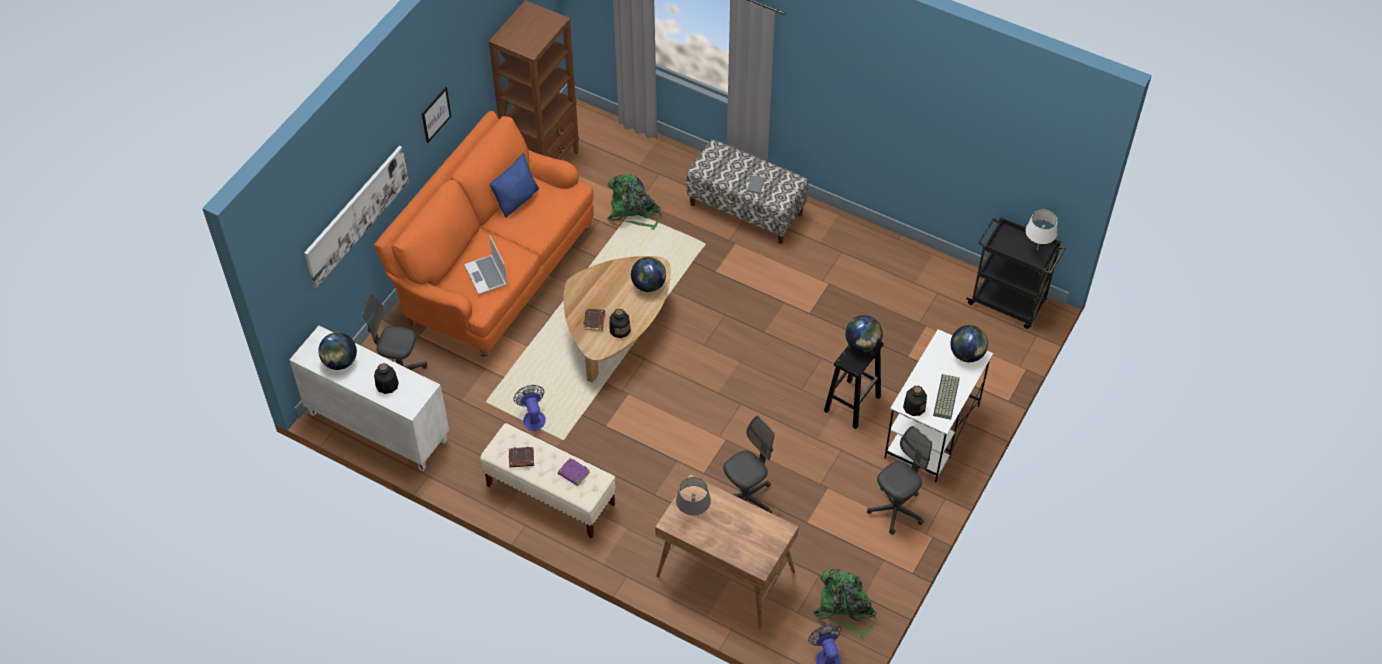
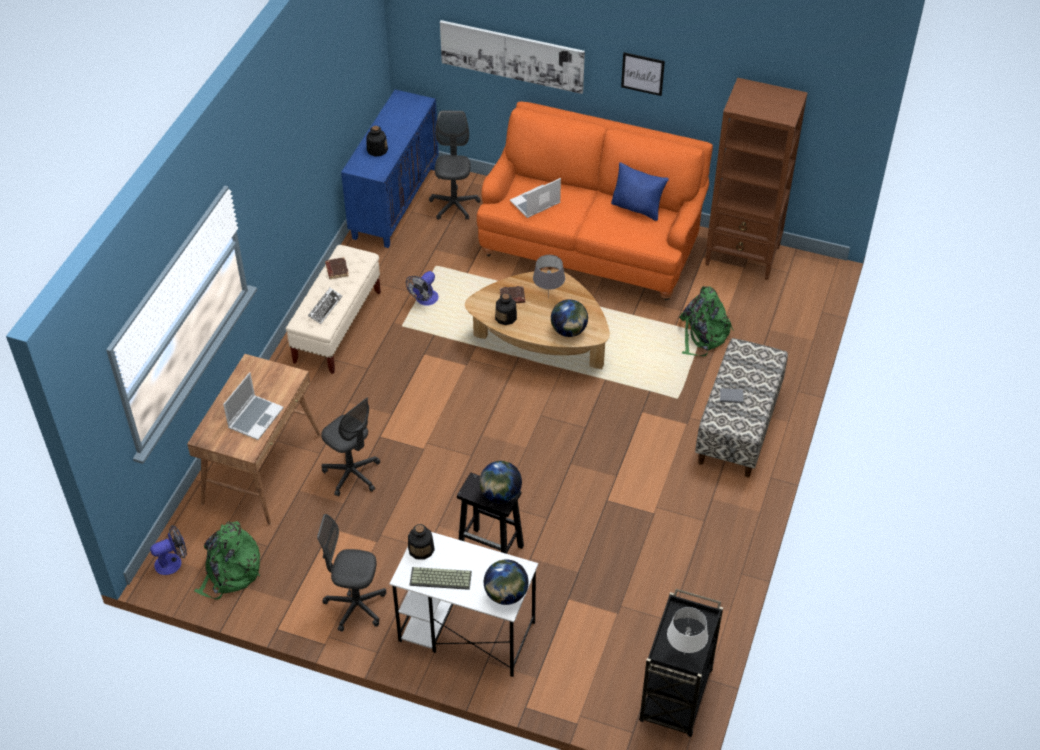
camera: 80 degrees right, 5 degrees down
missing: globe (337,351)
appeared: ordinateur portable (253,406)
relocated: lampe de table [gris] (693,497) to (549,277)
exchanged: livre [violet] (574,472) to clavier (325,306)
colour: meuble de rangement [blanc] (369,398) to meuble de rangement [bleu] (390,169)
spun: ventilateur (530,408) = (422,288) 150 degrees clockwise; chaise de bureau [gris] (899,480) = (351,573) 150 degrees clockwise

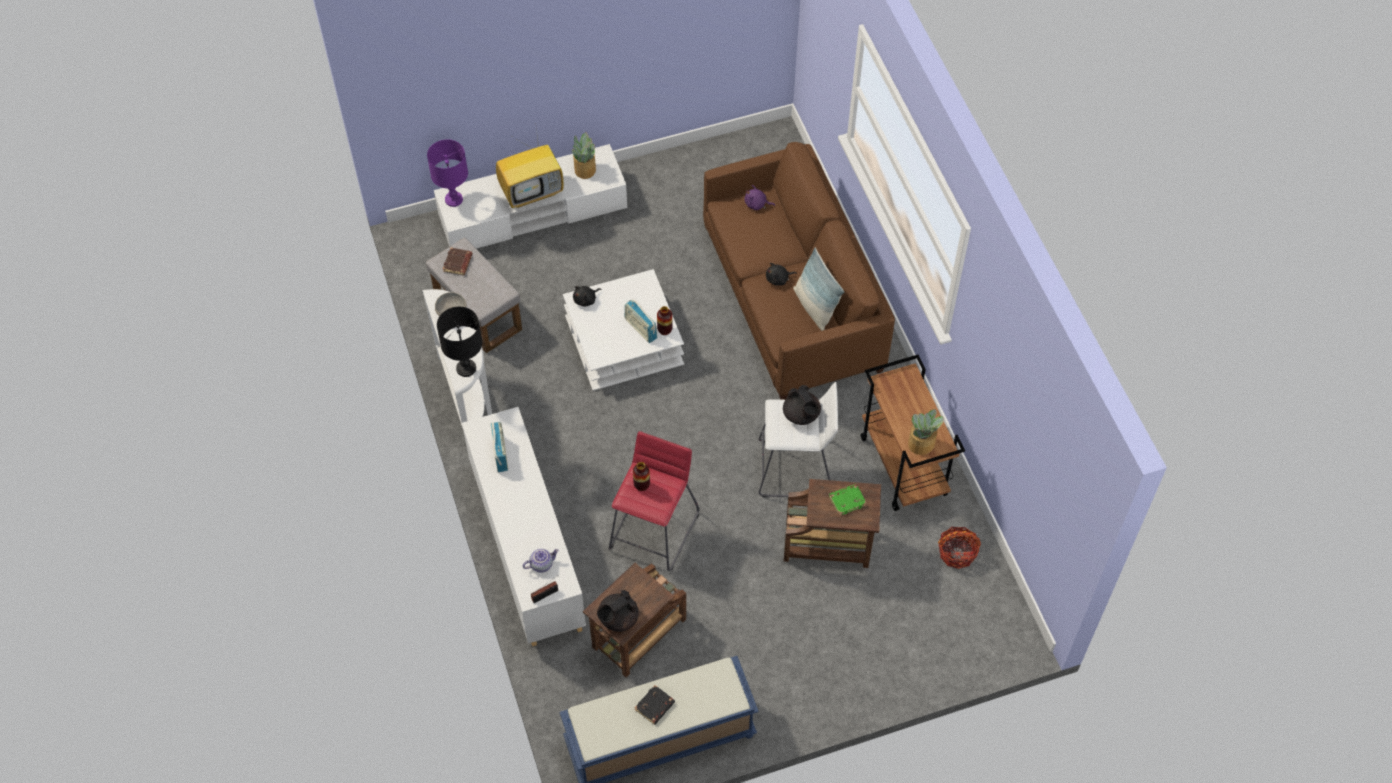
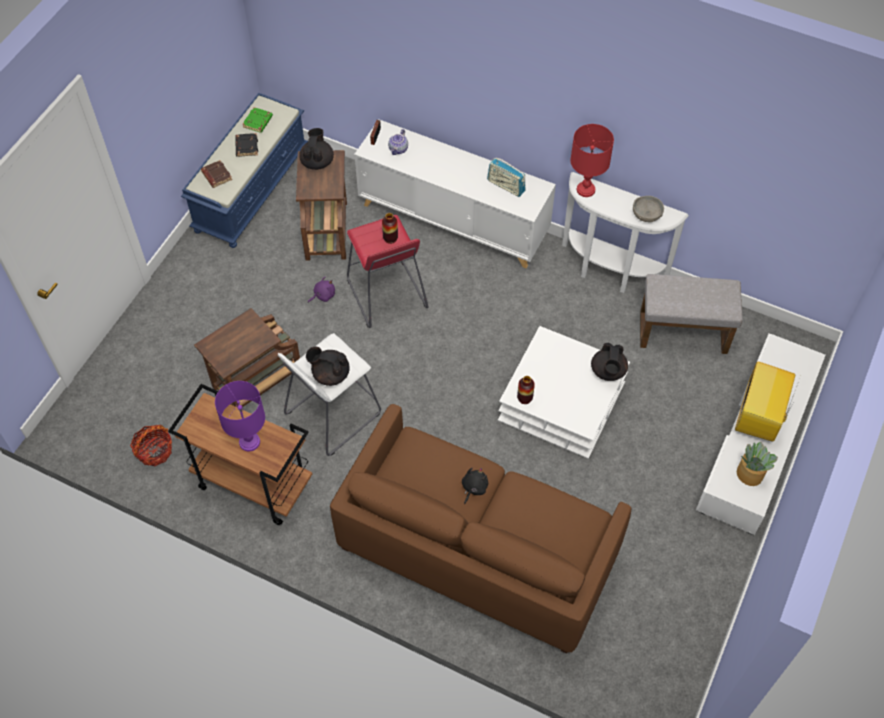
camera: 135 degrees right, 0 degrees up
missing: coussin (818,289); radio (641,321); plante en pot (926,432)
relocated: lampe de table [violet] (447,173) to (240,416); peluche [violet] (760,197) to (321,290); livre [marron] (458,261) to (216,174); livre [vert] (848,500) to (257,120)
exchanged: peluche [noir] (587,296) to théière [noir] (609,361)
colour: lampe de table [noir] (459,342) to lampe de table [rouge] (592,160)

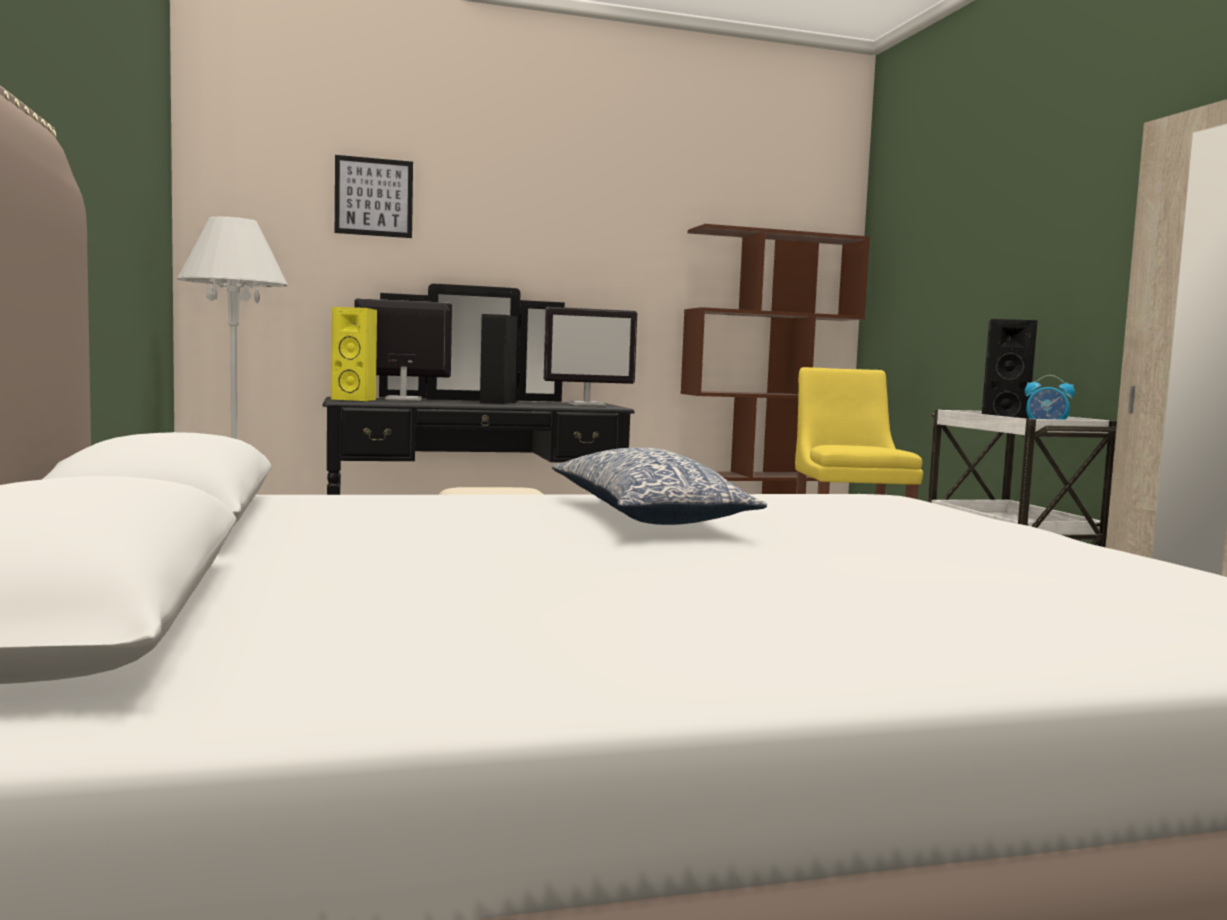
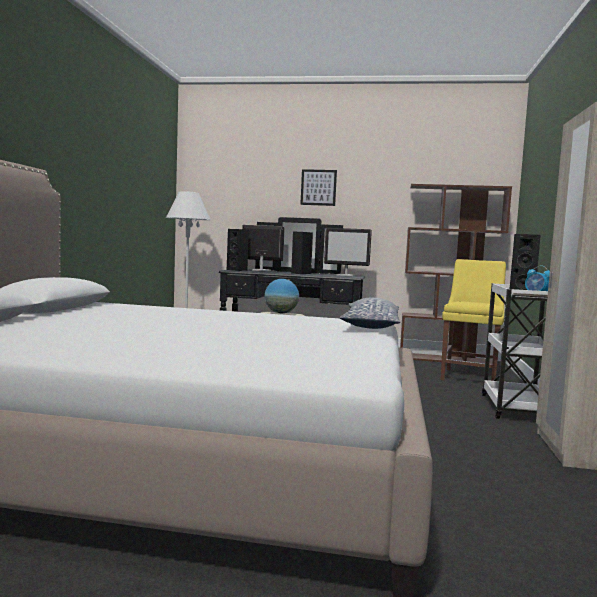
camera: 25 degrees right, 0 degrees up
appeared: globe (282,296)
relocated: tableau (374,196) to (318,187); coussin (659,486) to (369,313)
colour: enceinte [jaune] (354,354) to enceinte [noir] (238,250)

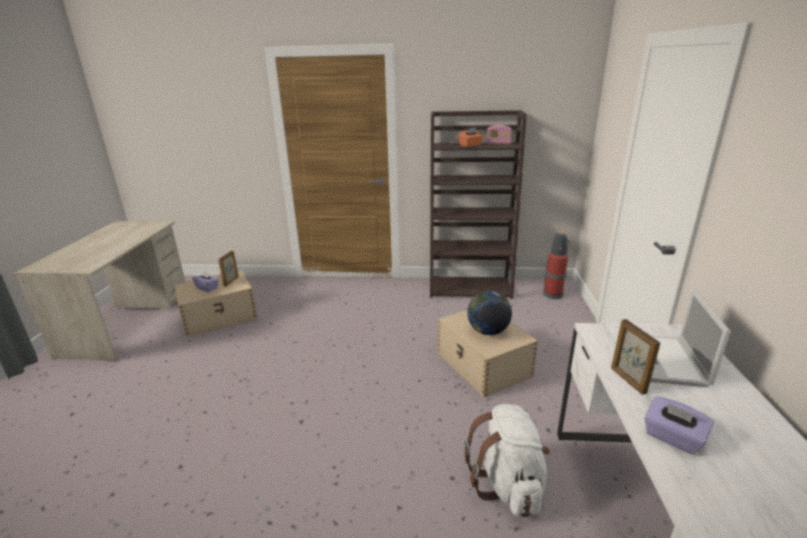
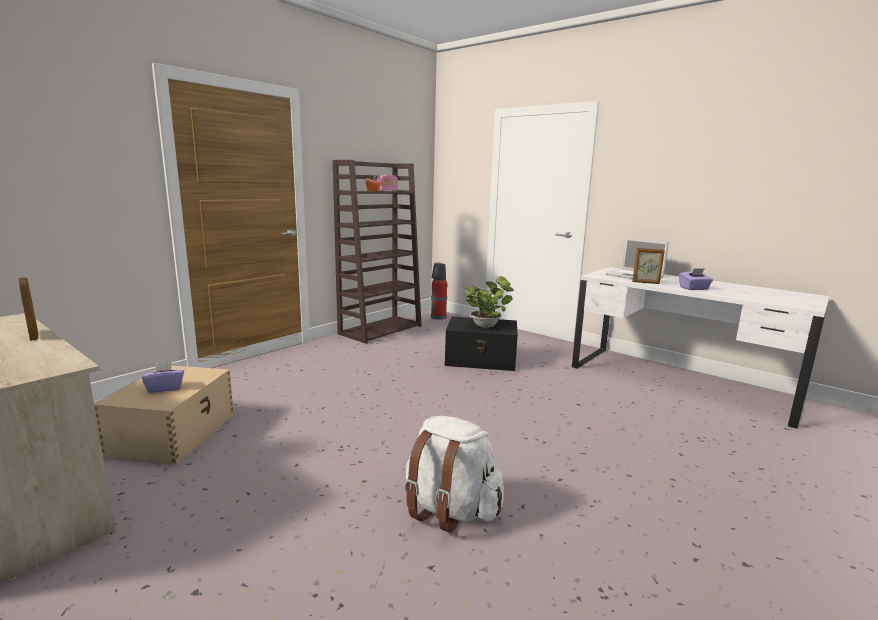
camera: 55 degrees left, 10 degrees down
relocated: cadre photo (228,268) to (29,309); sac à dos [blanc] (507,460) to (454,474)
exchanged: globe (489,313) to plante en pot (489,302)
colour: boîte de rangement [beige] (488,353) to boîte de rangement [noir] (481,343)

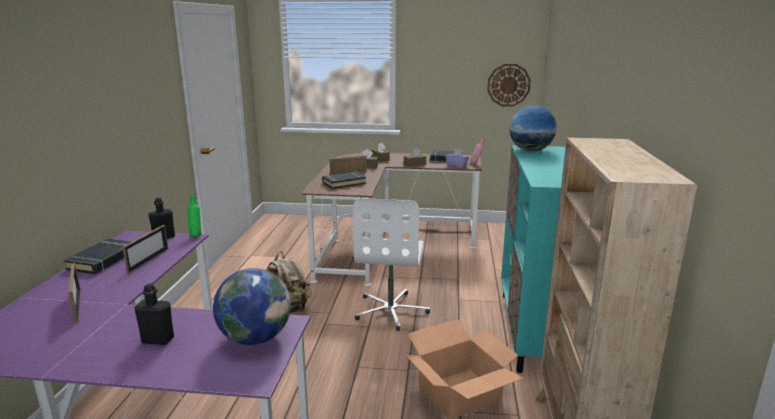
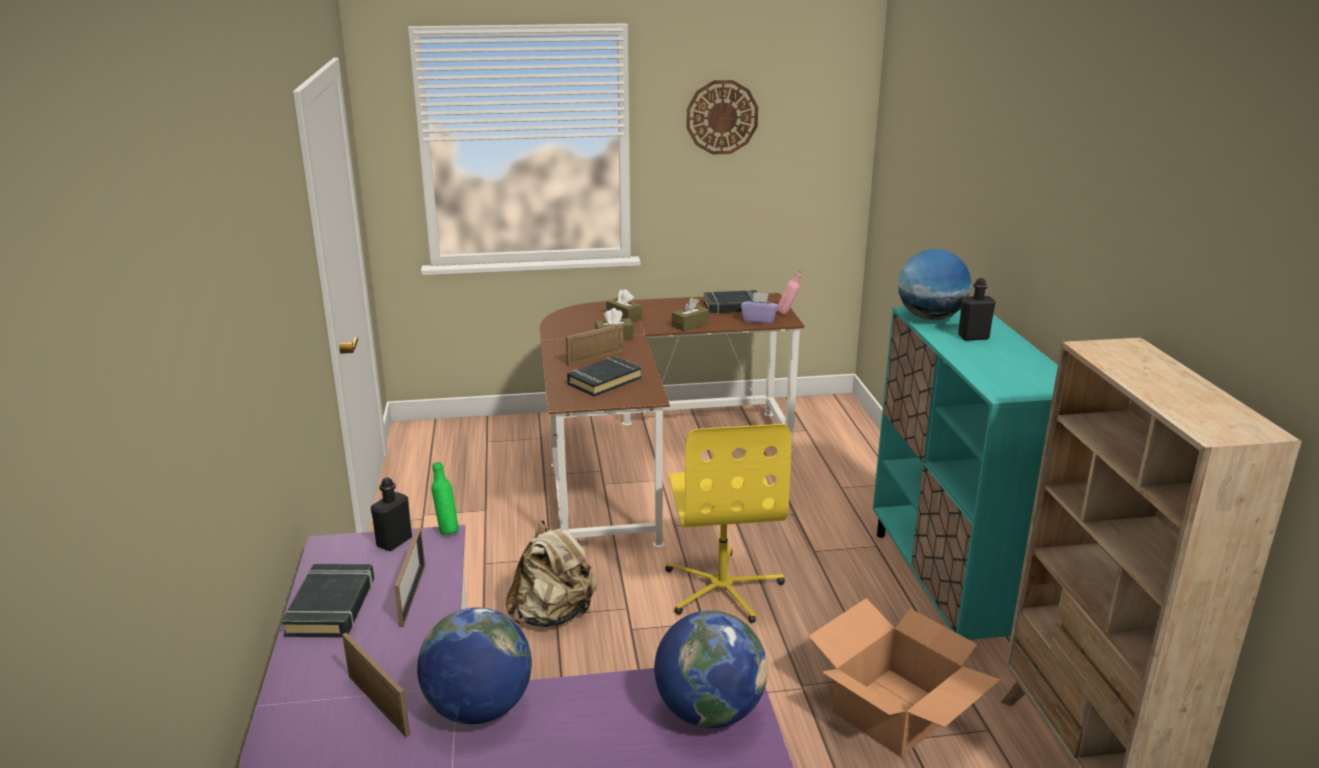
camera: 15 degrees left, 5 degrees up
appeared: globe (474,665)
relocated: horloge murale (509,85) to (722,117); bouteille [noir] (154,314) to (977,309)
colour: chaise de bureau [blanc] (391,264) to chaise de bureau [jaune] (728,523)

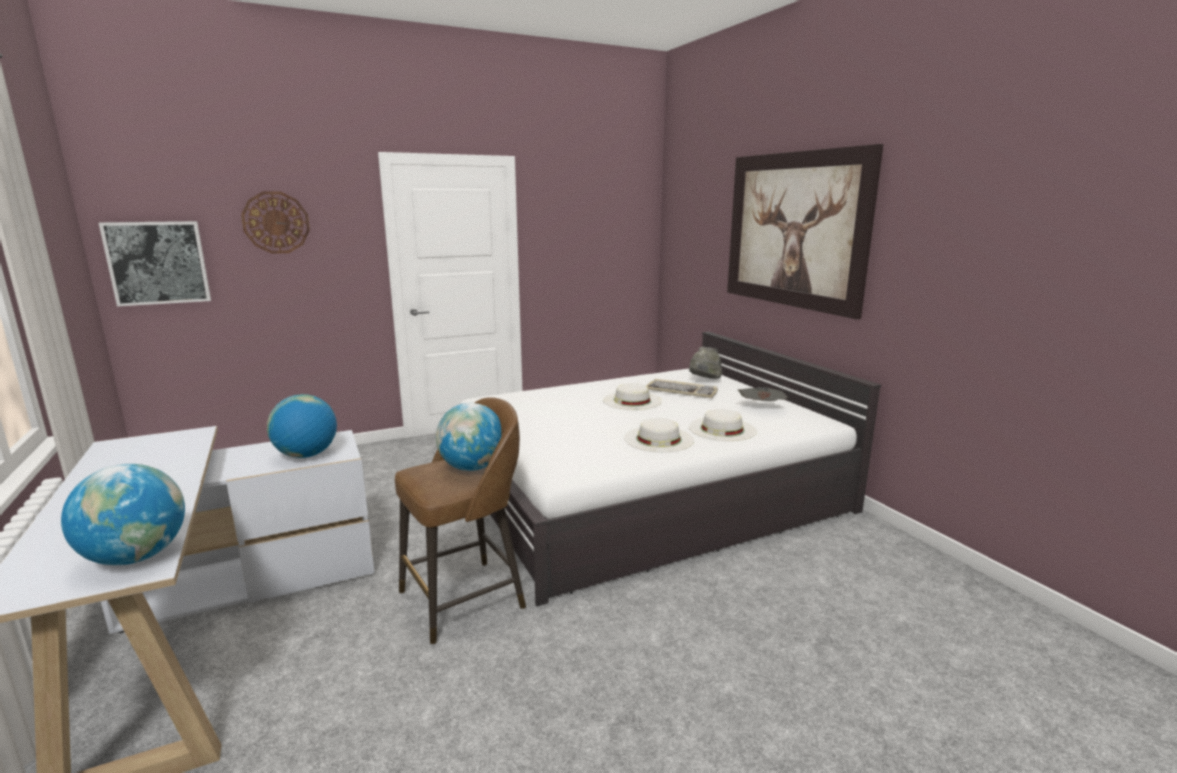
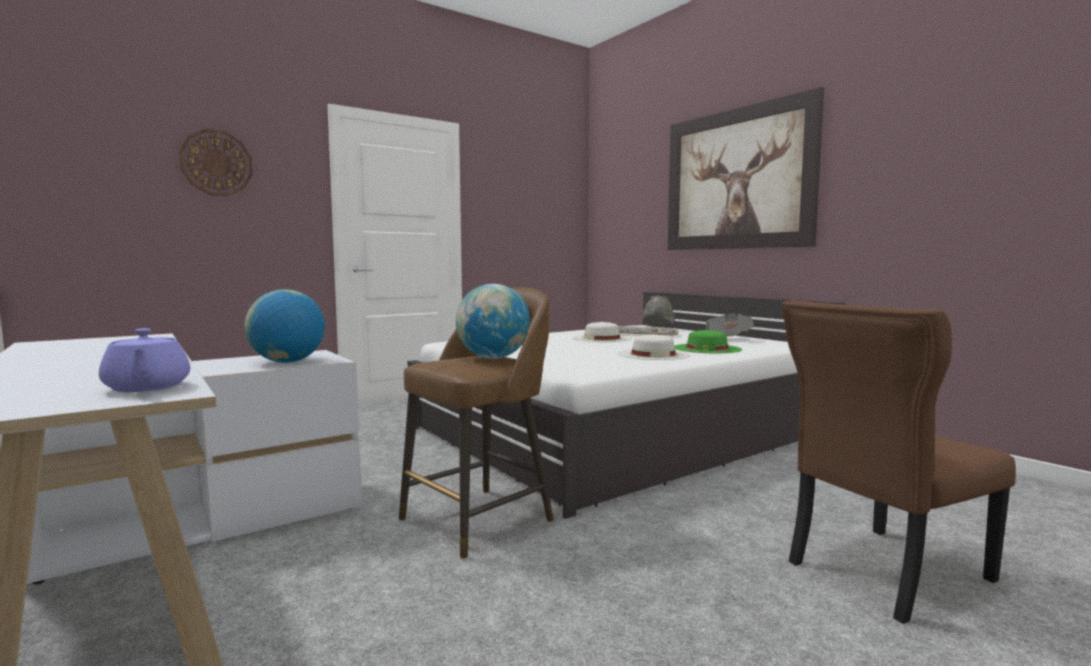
camera: 10 degrees left, 10 degrees down
missing: tableau (155,263)
appeared: chaise [marron] (899,462)
exchanged: globe (123,514) to théière [violet] (144,360)
colour: chapeau [blanc] (723,425) to chapeau [vert] (708,341)

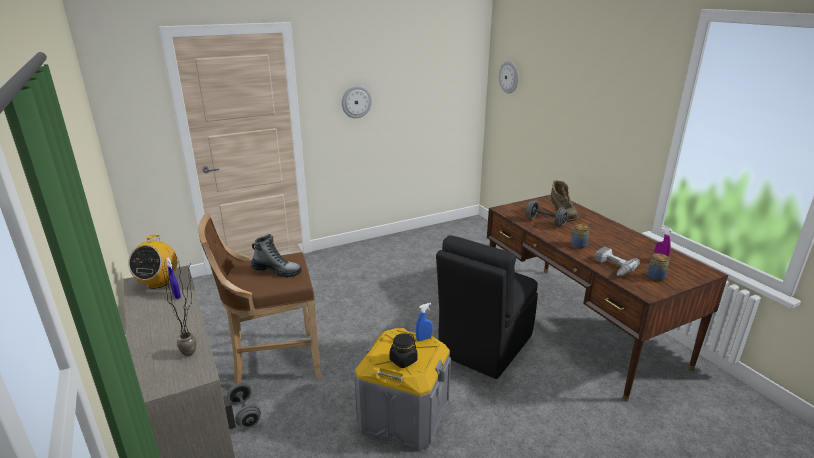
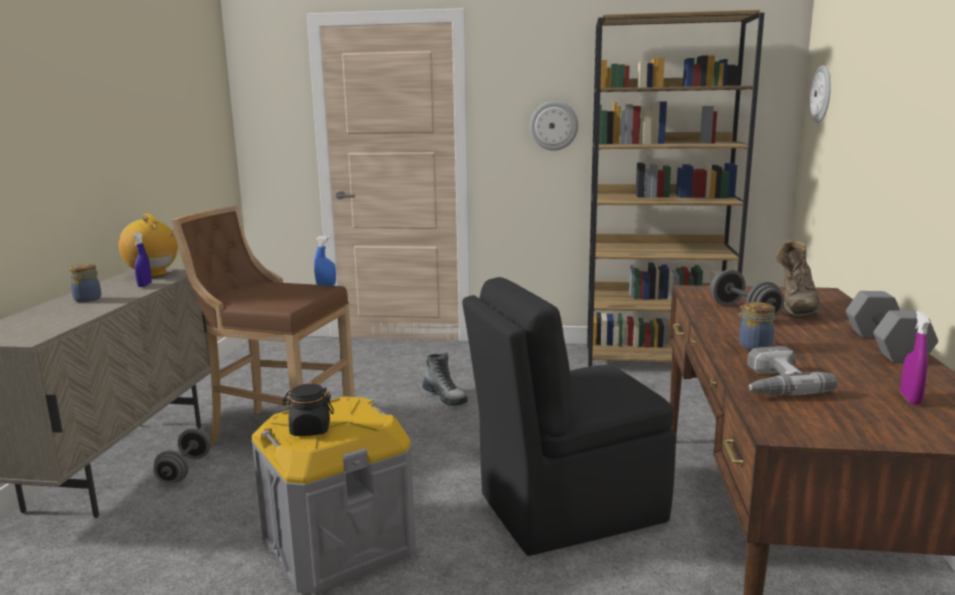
camera: 35 degrees right, 10 degrees down
missing: plante en pot (179,304)
appeared: bibliothèque [marron] (675,188); haltère [gris] (892,327)
relocated: botte (276,256) to (445,379); bocal (658,267) to (85,283); vaporisateur [bleu] (424,322) to (325,261)
spun: radio (152,262) = (148,245) 90 degrees clockwise

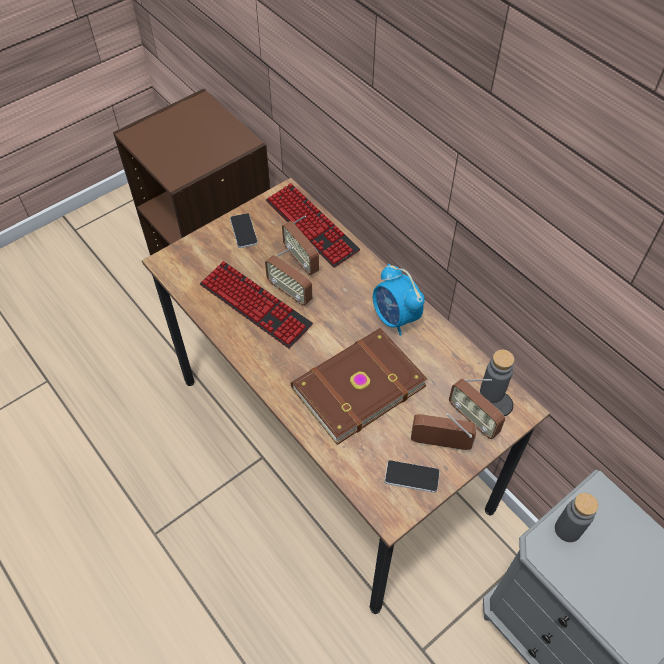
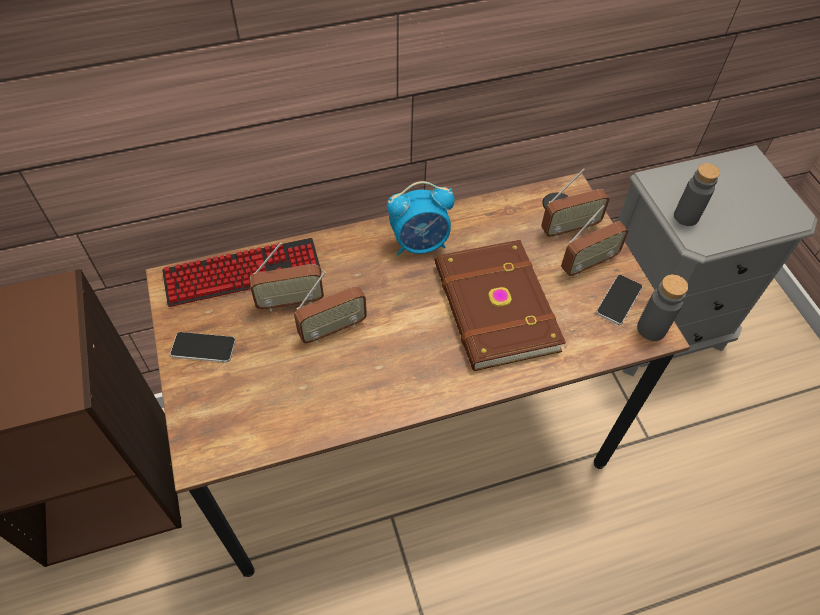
camera: 70 degrees left, 0 degrees up
missing: clavier (256,305)
relocated: bouteille [gris] (497,376) to (662,307)
spun: radio (444,432) = (595,240) 150 degrees counterclockwise

